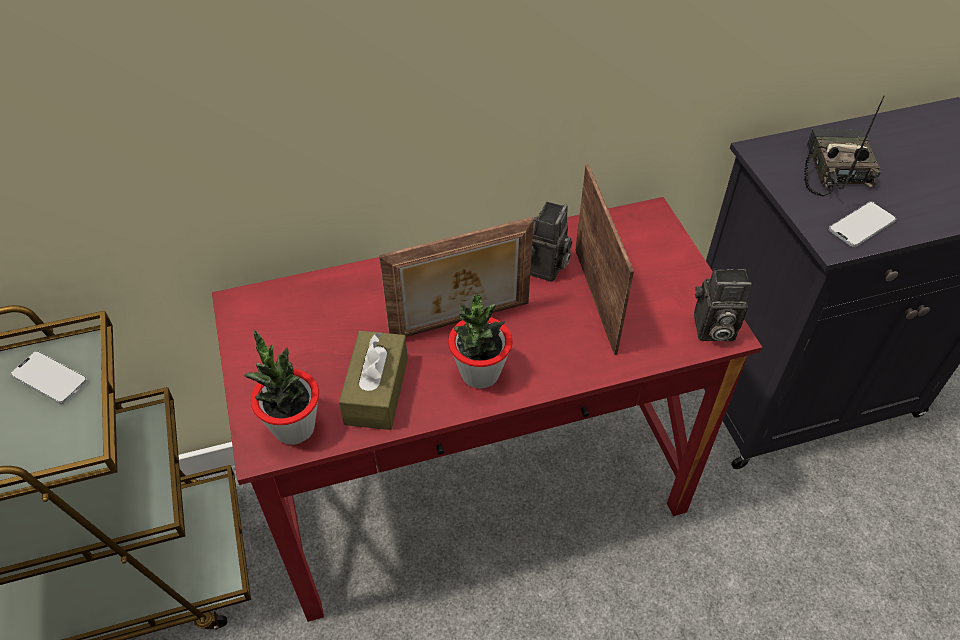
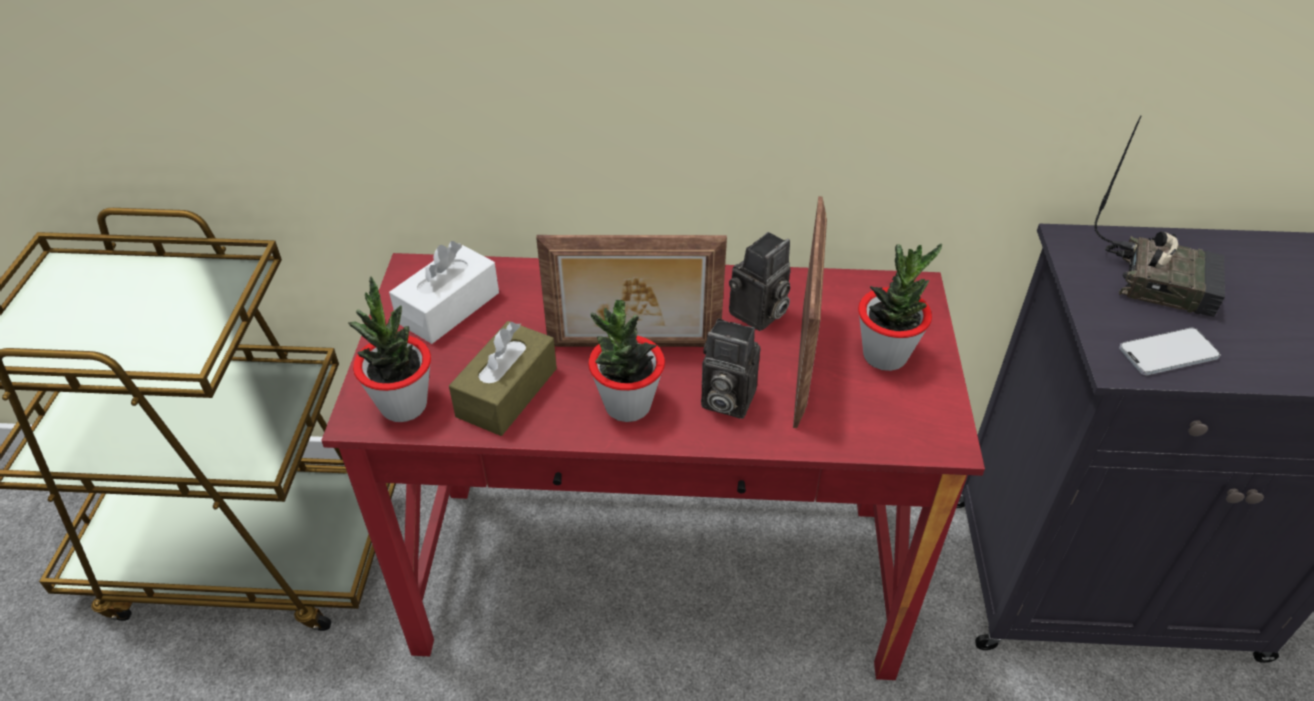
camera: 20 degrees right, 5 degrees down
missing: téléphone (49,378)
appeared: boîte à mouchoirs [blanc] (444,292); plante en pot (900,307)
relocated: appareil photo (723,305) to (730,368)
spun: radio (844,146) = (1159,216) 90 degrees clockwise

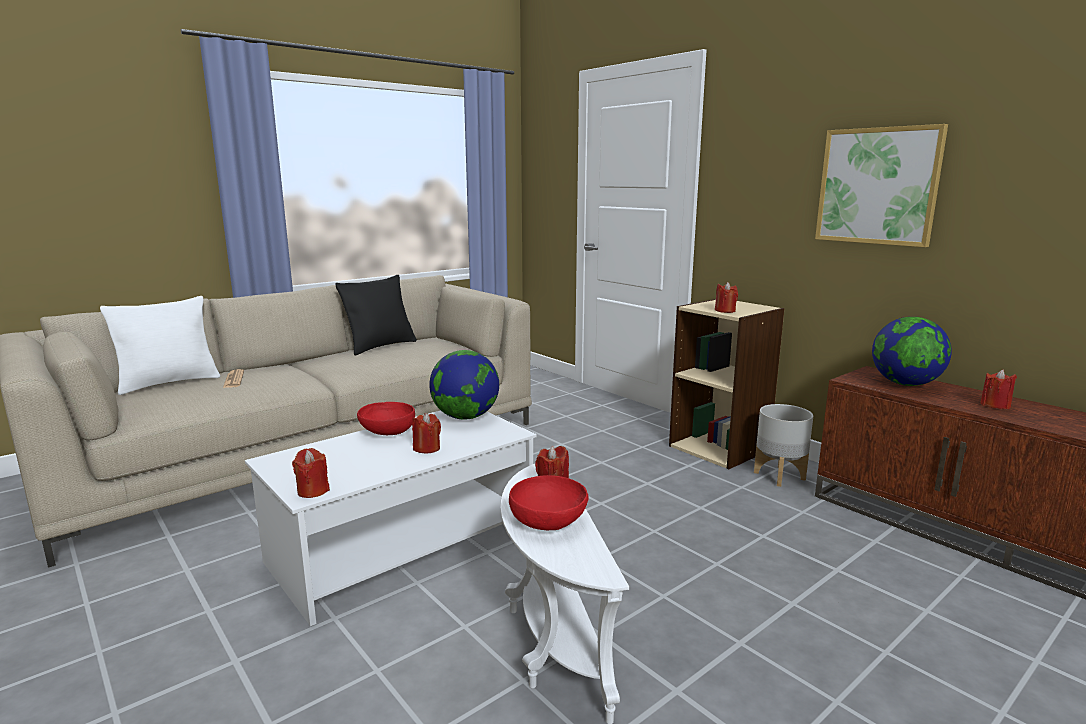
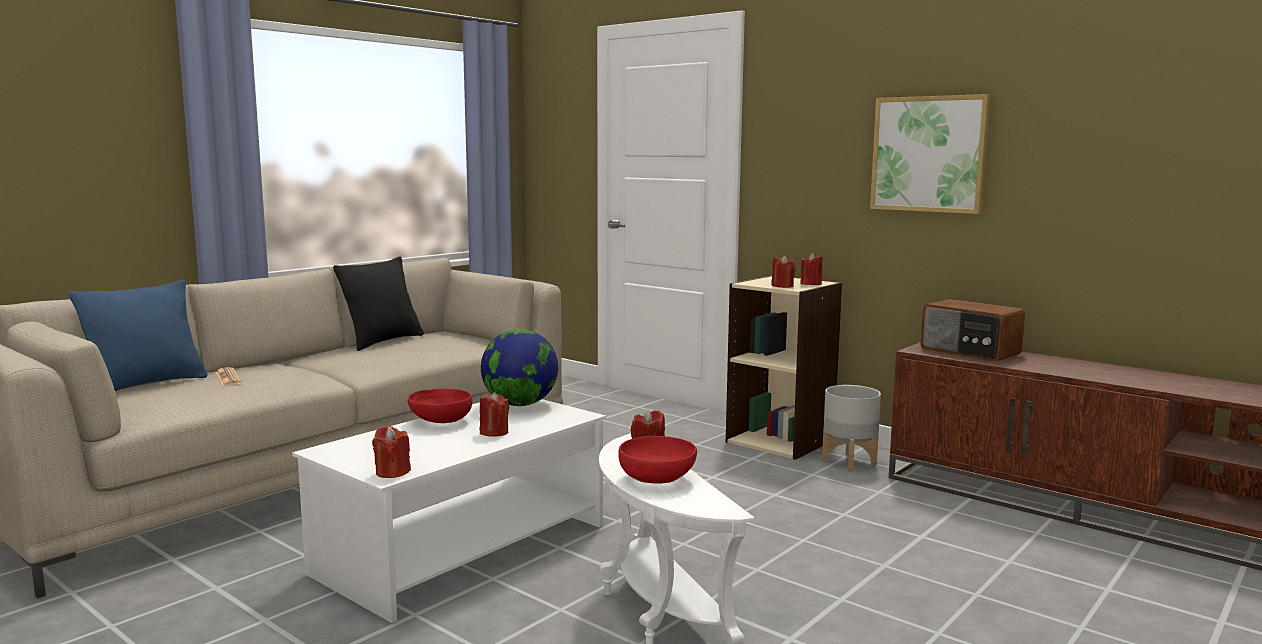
camera: 10 degrees left, 5 degrees down
relocated: bougie [rouge] (998,389) to (811,269)
exchanged: globe (912,351) to radio (972,330)
colour: coussin [blanc] (160,345) to coussin [bleu] (138,335)

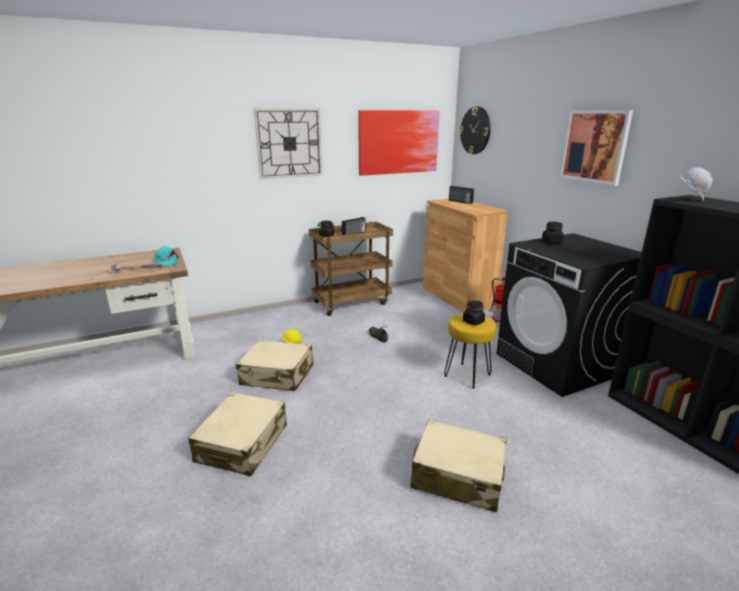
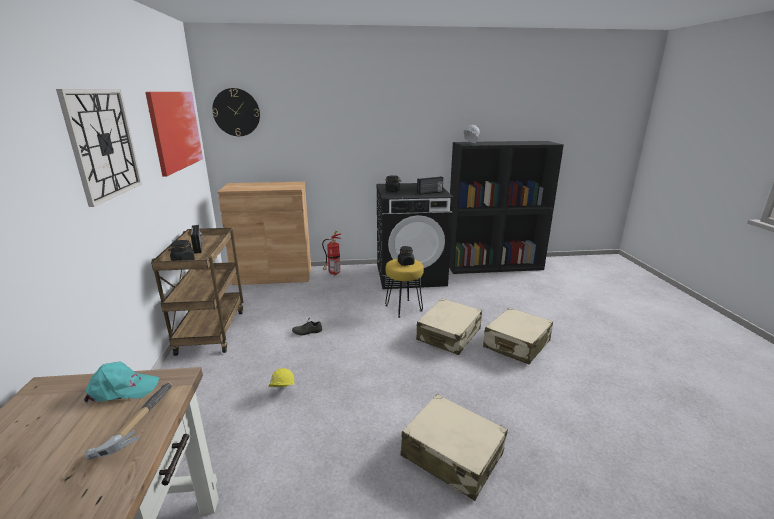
camera: 70 degrees left, 0 degrees up
missing: tableau (596,148)
relocated: radio (461,195) to (430,185); valise [beige] (274,365) to (449,326)

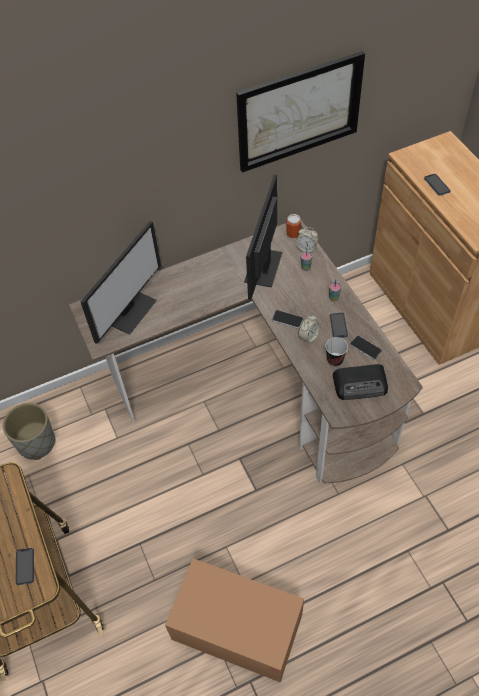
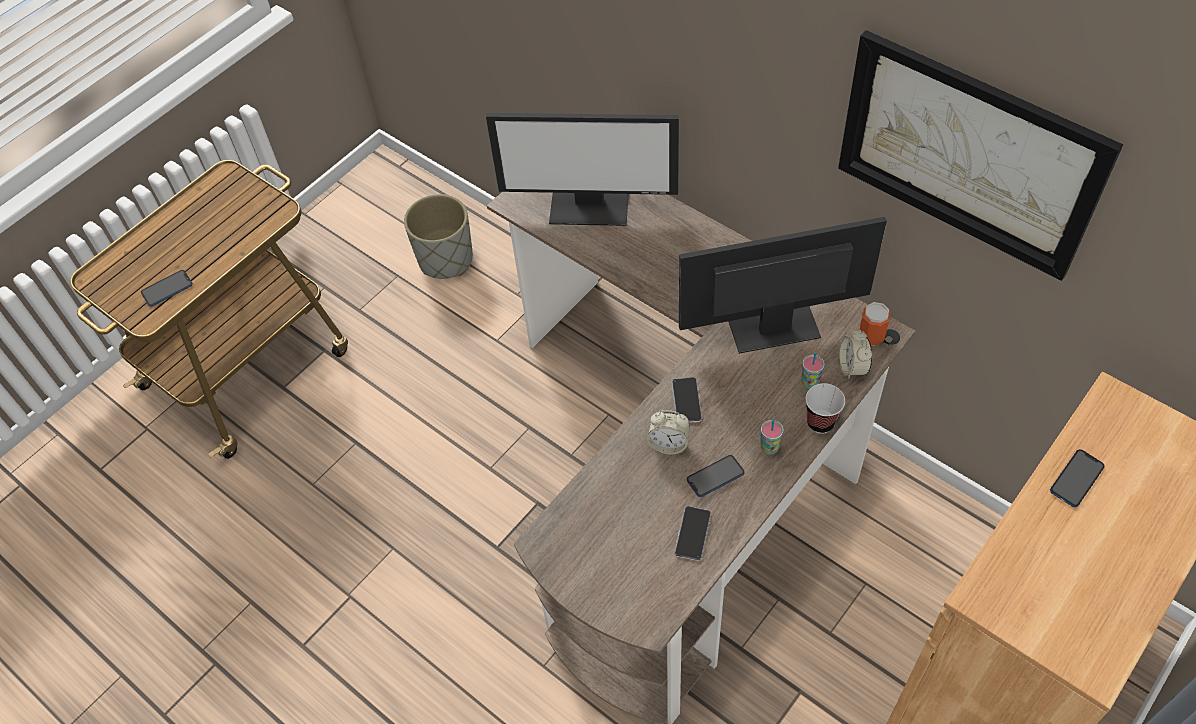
camera: 65 degrees right, 0 degrees up
missing: radio (360,382); carton (234,620)
relocated: tasse (336,351) to (825,408)

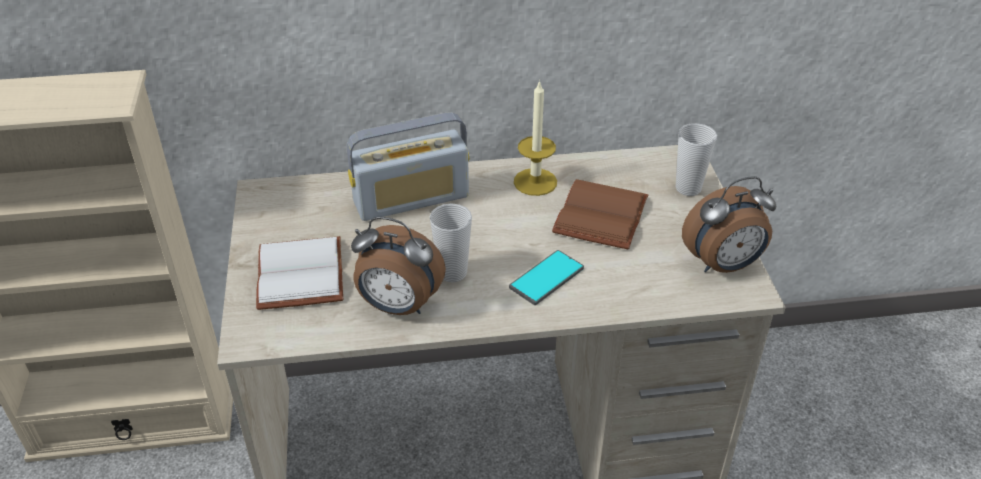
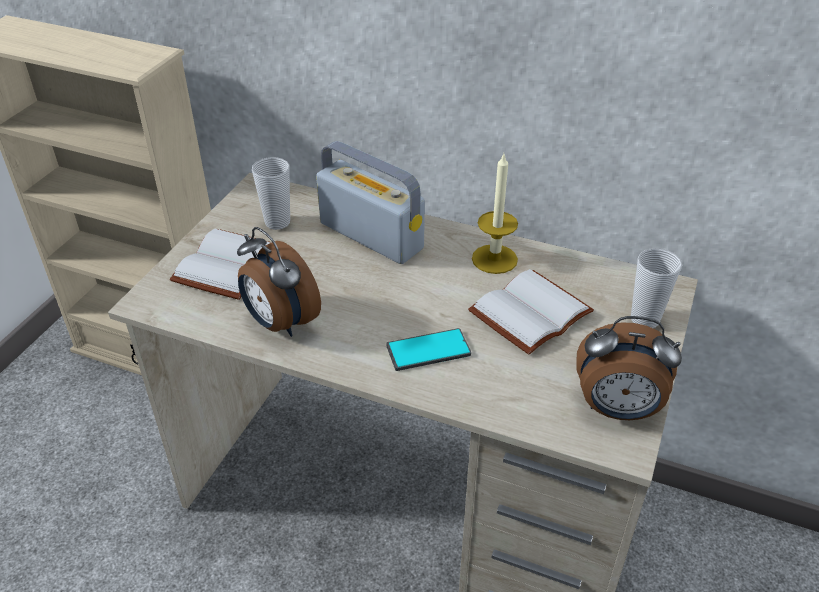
camera: 30 degrees right, 0 degrees up
relocated: tasse (451,242) to (271,193)
colour: livre [marron] (600,214) to livre [blanc] (531,312)
spun: radio (408,166) = (370,202) 150 degrees counterclockwise

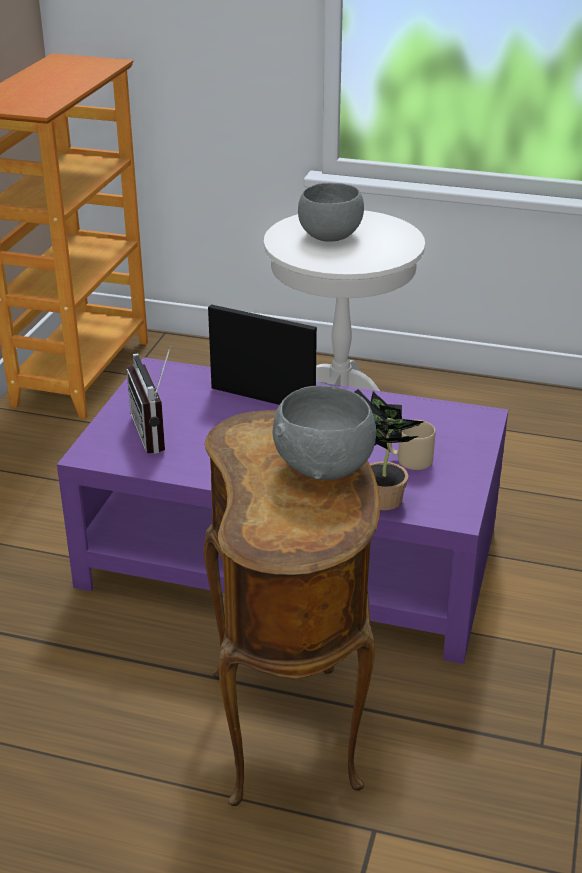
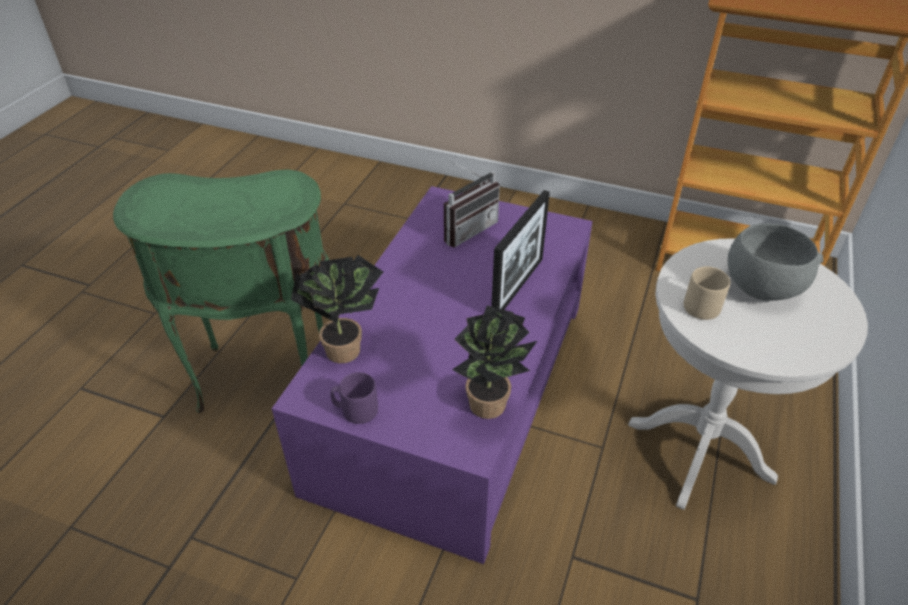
camera: 95 degrees right, 10 degrees up
missing: bol [gris] (324,432)
appeared: plante en pot (494,362); mug [violet] (354,398)
relocated: mug [beige] (412,445) to (707,293)
colour: table d'appoint [marron] (291,608) to table d'appoint [vert] (221,291)
spun: radio (149,399) = (472,204) 150 degrees clockwise

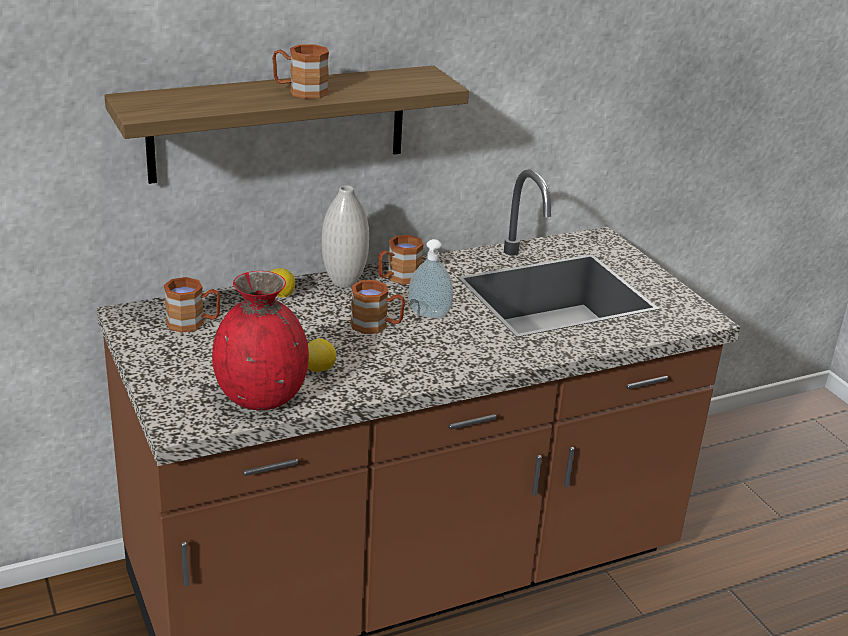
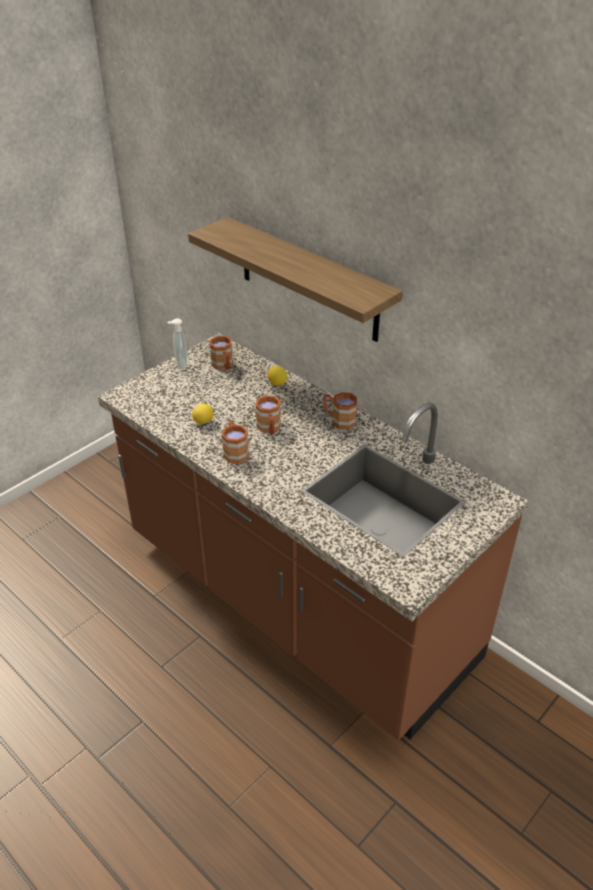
camera: 70 degrees right, 10 degrees up
missing: vase [blanc] (345,236); vase [rouge] (260,340)
relocated: mug [marron] (300,71) to (235,442); distributeur de savon (430,279) to (177,343)

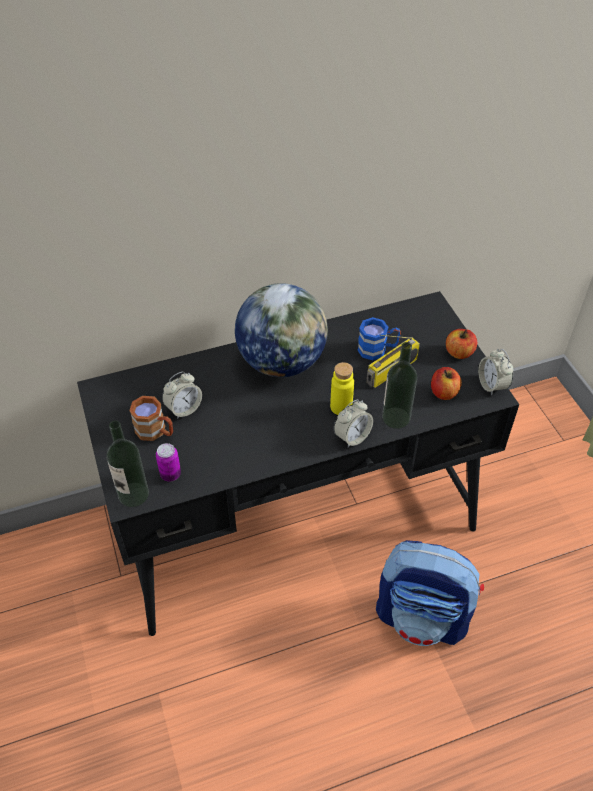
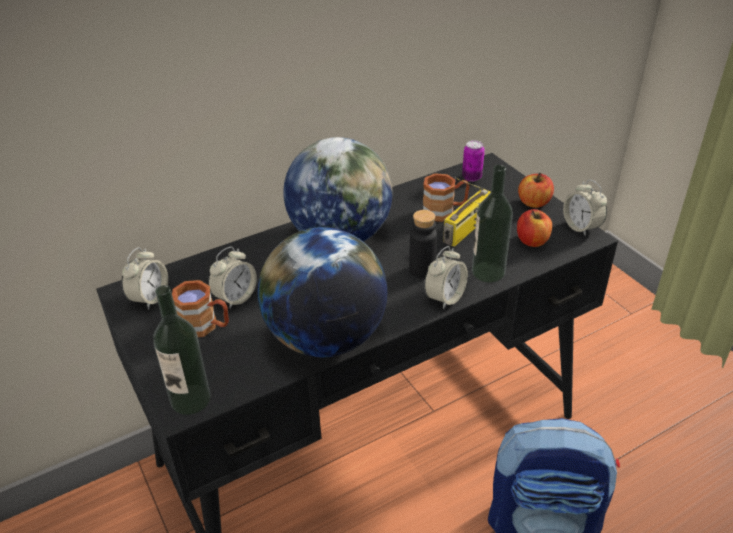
camera: 10 degrees left, 10 degrees down
appeared: globe (322,292); réveil (145,278)
relocated: boîte métallique (168,462) to (473,161)
colour: mug [bleu] (379,338) to mug [marron] (446,197); bouteille [jaune] (342,388) to bouteille [noir] (423,244)

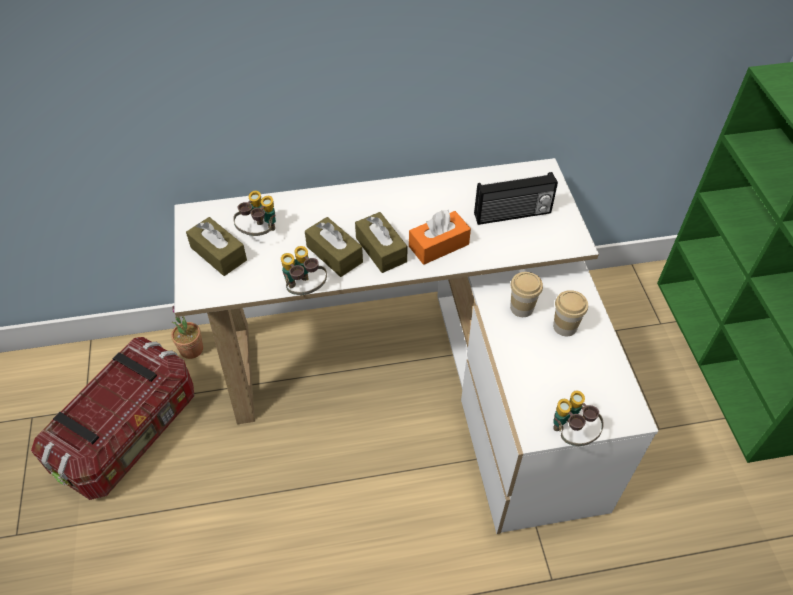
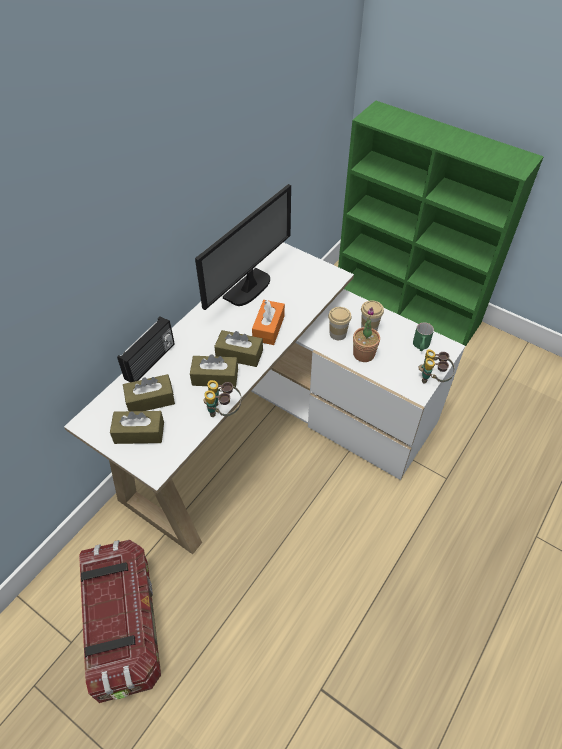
camera: 45 degrees left, 0 degrees up
appeared: écran d'ordinateur (243,247); mug [vert] (423,336)
relocated: radio (516,198) to (146,349); plante en pot (187,332) to (366,334)
exchanged: jumelles (254,213) to boîte à mouchoirs [marron] (149,392)

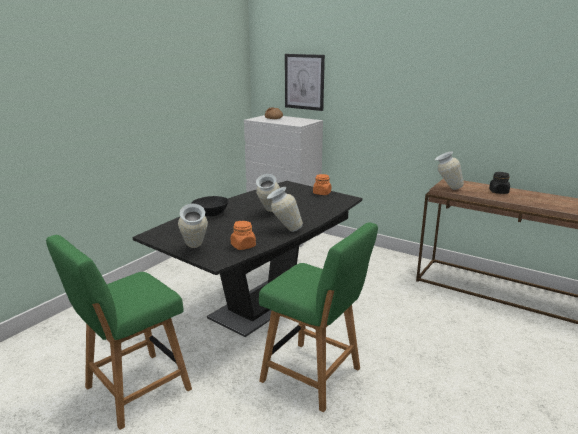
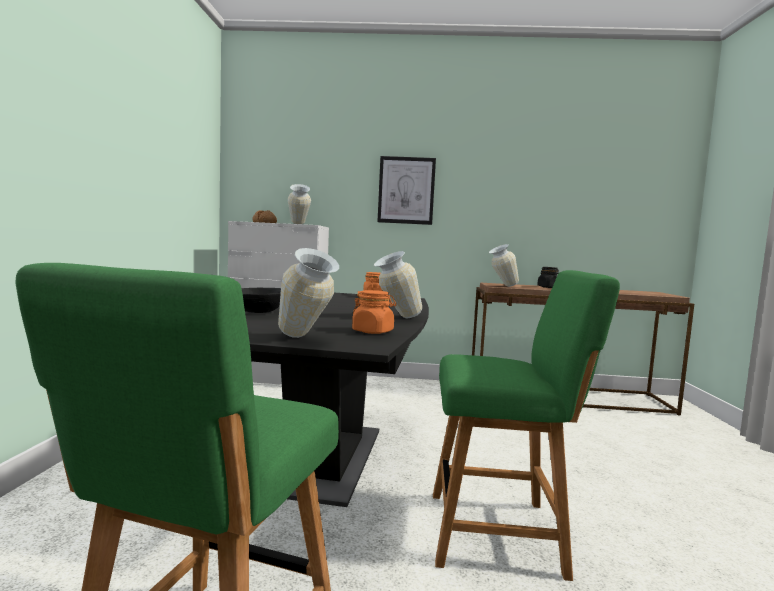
camera: 30 degrees left, 15 degrees down
relocated: tableau (305,82) to (406,190); vase (268,193) to (299,204)

